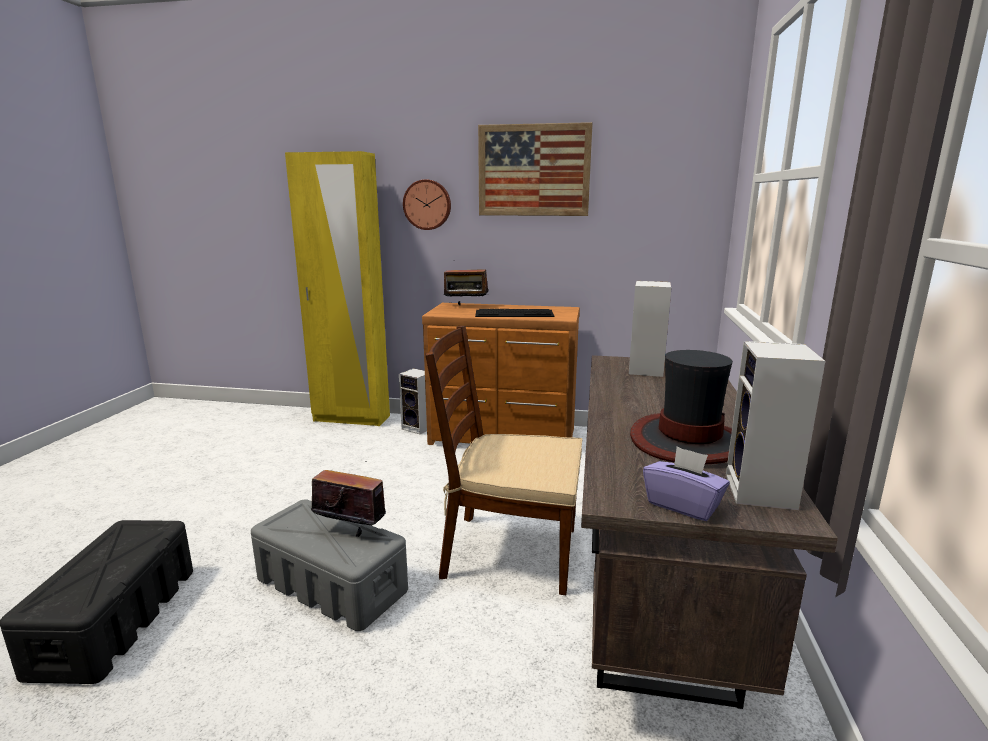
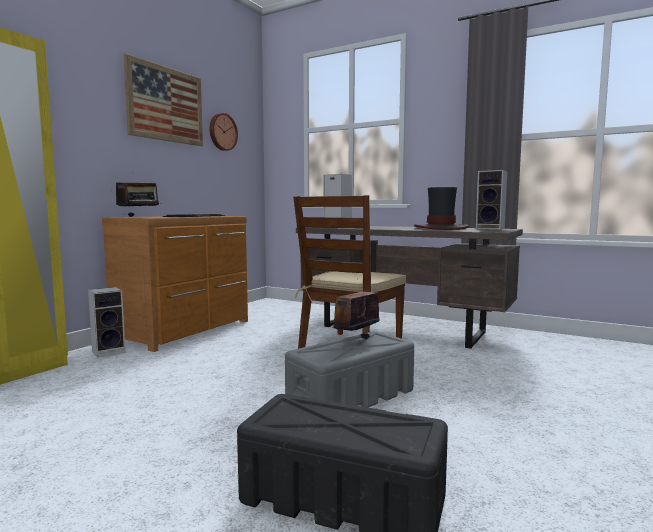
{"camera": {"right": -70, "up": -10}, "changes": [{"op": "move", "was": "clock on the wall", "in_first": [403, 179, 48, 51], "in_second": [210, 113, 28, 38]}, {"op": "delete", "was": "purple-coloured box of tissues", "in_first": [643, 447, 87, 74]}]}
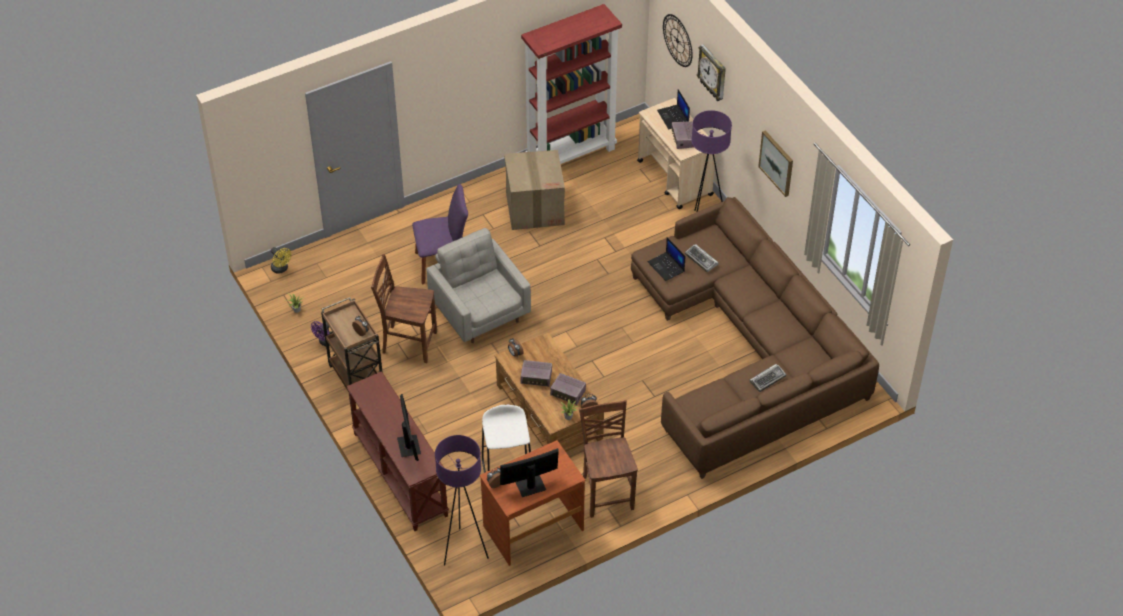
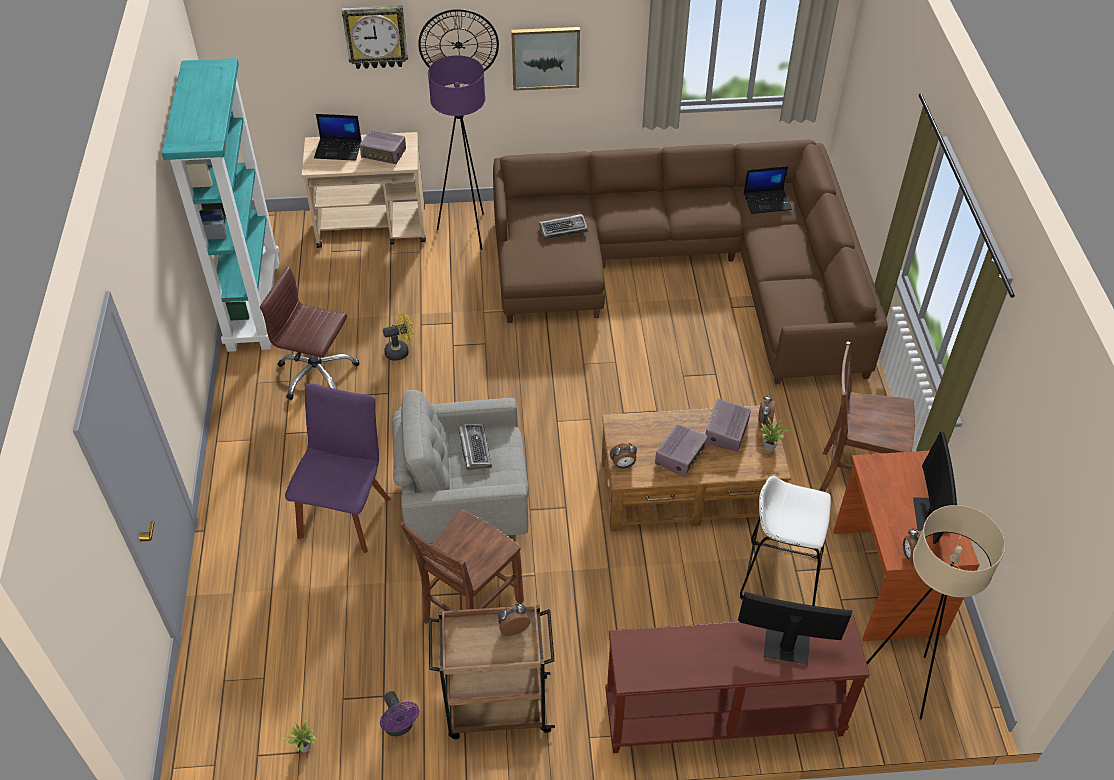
{"camera": {"right": -65, "up": 0}, "changes": [{"op": "recolor", "was": "red bookshelf", "now": "turquoise bookshelf", "in_first": [521, 4, 101, 160], "in_second": [162, 58, 117, 294]}, {"op": "move", "was": "clock on the wall", "in_first": [663, 14, 30, 53], "in_second": [418, 9, 81, 62]}, {"op": "replace", "was": "cardboard box", "now": "brownish office chair", "in_first": [504, 150, 61, 80], "in_second": [260, 266, 99, 134]}, {"op": "move", "was": "laptop", "in_first": [648, 237, 37, 44], "in_second": [744, 166, 48, 48]}, {"op": "move", "was": "yellow-coloured cooling fan", "in_first": [271, 247, 21, 27], "in_second": [383, 313, 31, 48]}, {"op": "move", "was": "computer keyboard", "in_first": [749, 364, 37, 28], "in_second": [458, 424, 34, 46]}, {"op": "rotate", "was": "radio receiver", "in_first": [550, 373, 36, 32], "in_second": [706, 399, 45, 53], "clockwise": 150}, {"op": "recolor", "was": "purple-coloured floor lamp", "now": "beige floor lamp", "in_first": [435, 435, 54, 131], "in_second": [866, 505, 139, 214]}]}
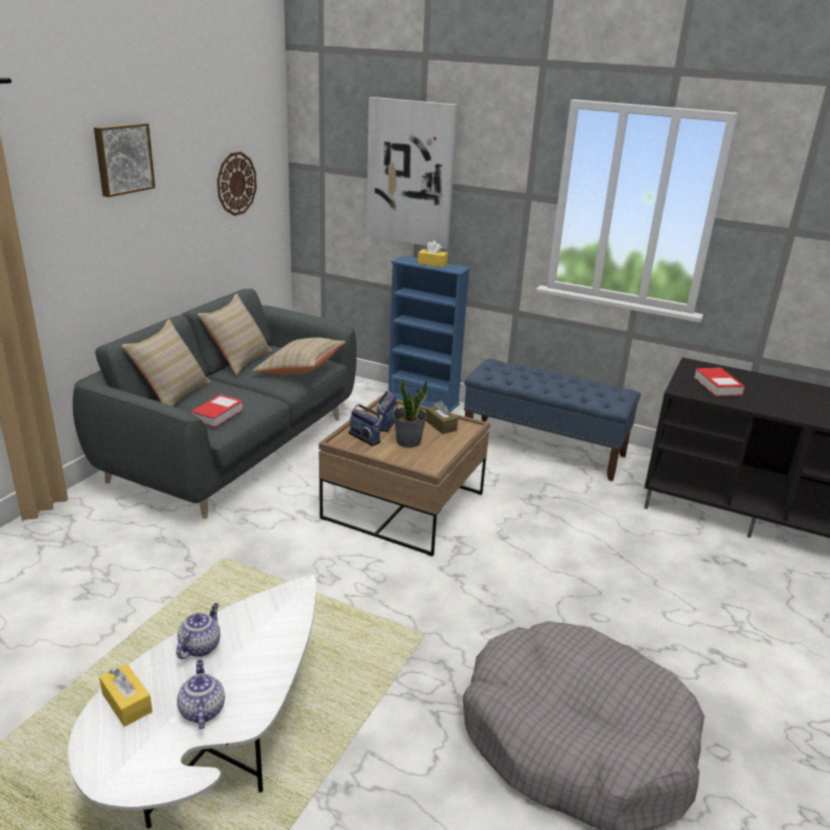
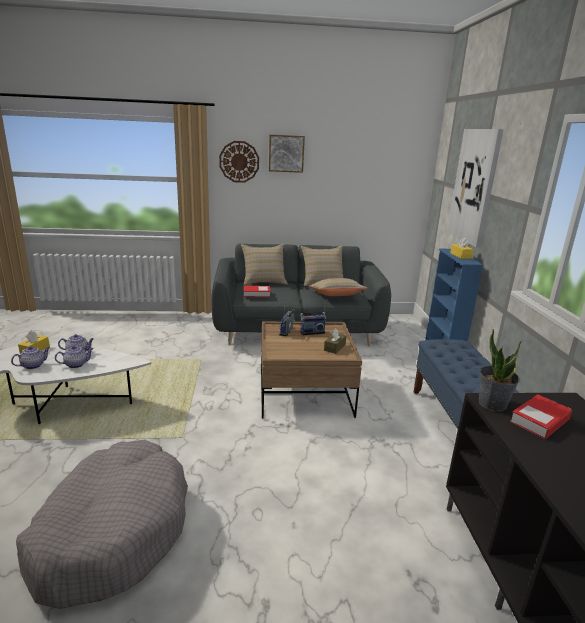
{"camera": {"right": 60, "up": -5}, "changes": [{"op": "move", "was": "clock on the wall", "in_first": [217, 152, 40, 64], "in_second": [219, 141, 40, 42]}, {"op": "move", "was": "houseplant", "in_first": [393, 378, 35, 70], "in_second": [478, 329, 43, 83]}, {"op": "insert", "now": "tea pot", "in_second": [55, 346, 39, 22]}]}
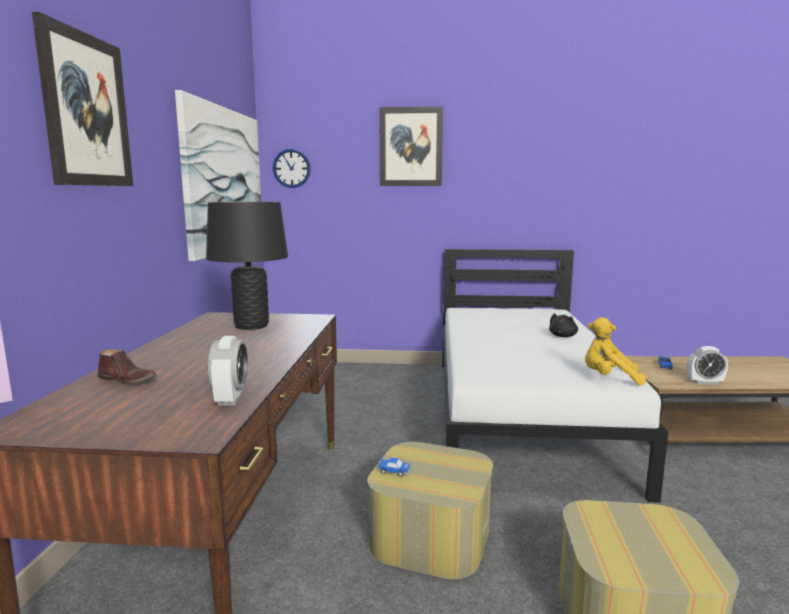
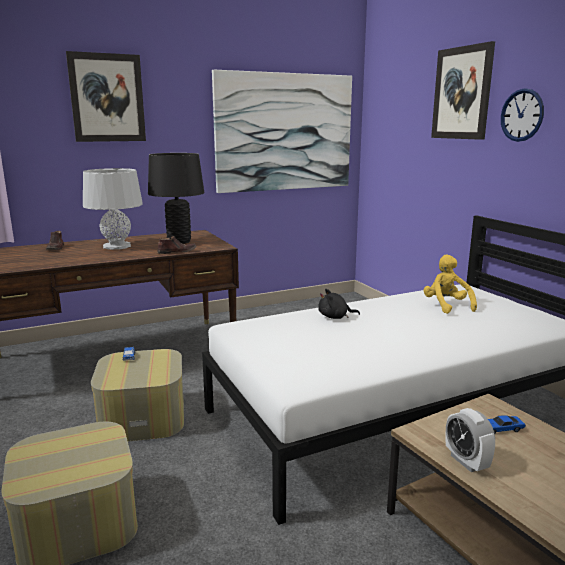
{"camera": {"right": 60, "up": 5}, "changes": [{"op": "move", "was": "clock on the wall", "in_first": [273, 149, 38, 39], "in_second": [501, 88, 43, 54]}, {"op": "move", "was": "black-coloured plush toy", "in_first": [549, 314, 29, 23], "in_second": [318, 289, 42, 30]}, {"op": "move", "was": "yellow-coloured plush toy", "in_first": [585, 317, 61, 68], "in_second": [424, 254, 53, 60]}, {"op": "delete", "was": "bedside clock", "in_first": [208, 336, 40, 70]}, {"op": "insert", "now": "gray table lamp", "in_second": [83, 168, 60, 82]}, {"op": "insert", "now": "brownish shoe", "in_second": [158, 236, 39, 18]}]}
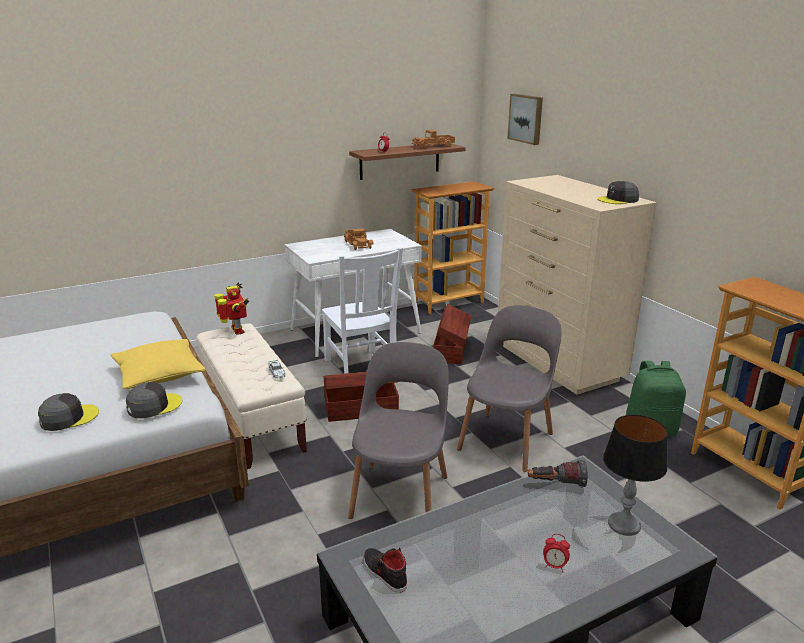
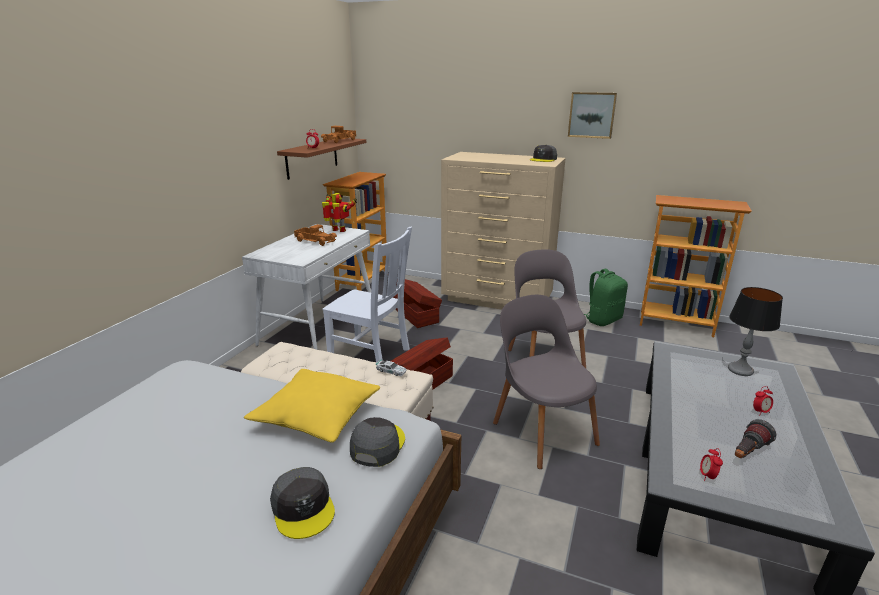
{"camera": {"right": -40, "up": 0}, "changes": [{"op": "move", "was": "wall picture", "in_first": [507, 94, 36, 51], "in_second": [568, 92, 49, 47]}, {"op": "move", "was": "toy robot", "in_first": [214, 282, 35, 53], "in_second": [322, 193, 35, 39]}, {"op": "rotate", "was": "gray peaked cap", "in_first": [38, 393, 61, 38], "in_second": [270, 467, 65, 72], "clockwise": 135}, {"op": "move", "was": "torch", "in_first": [528, 460, 60, 28], "in_second": [735, 419, 41, 39]}, {"op": "replace", "was": "black-coloured shoe", "now": "bedside clock", "in_first": [363, 548, 44, 44], "in_second": [700, 448, 23, 33]}]}
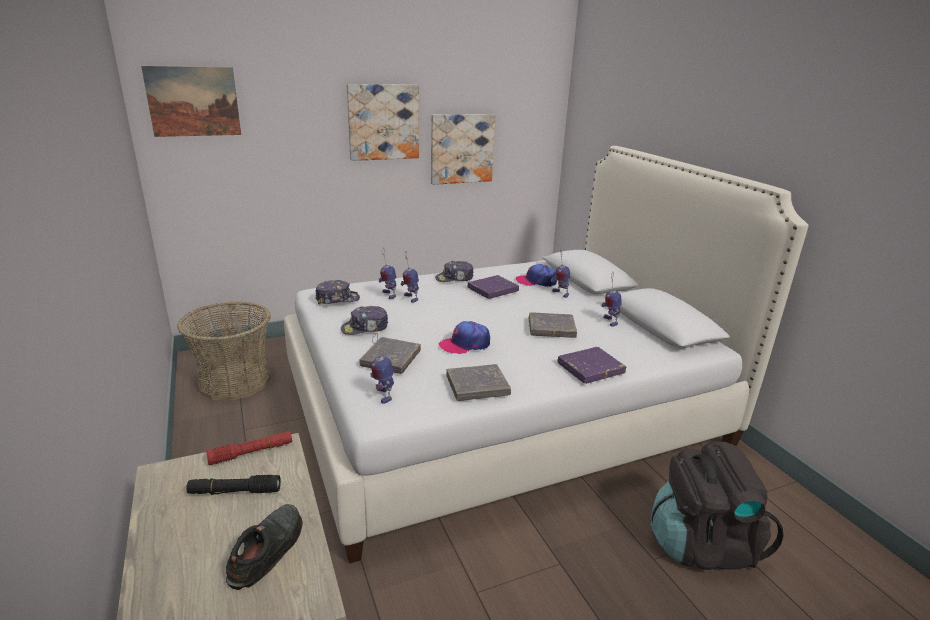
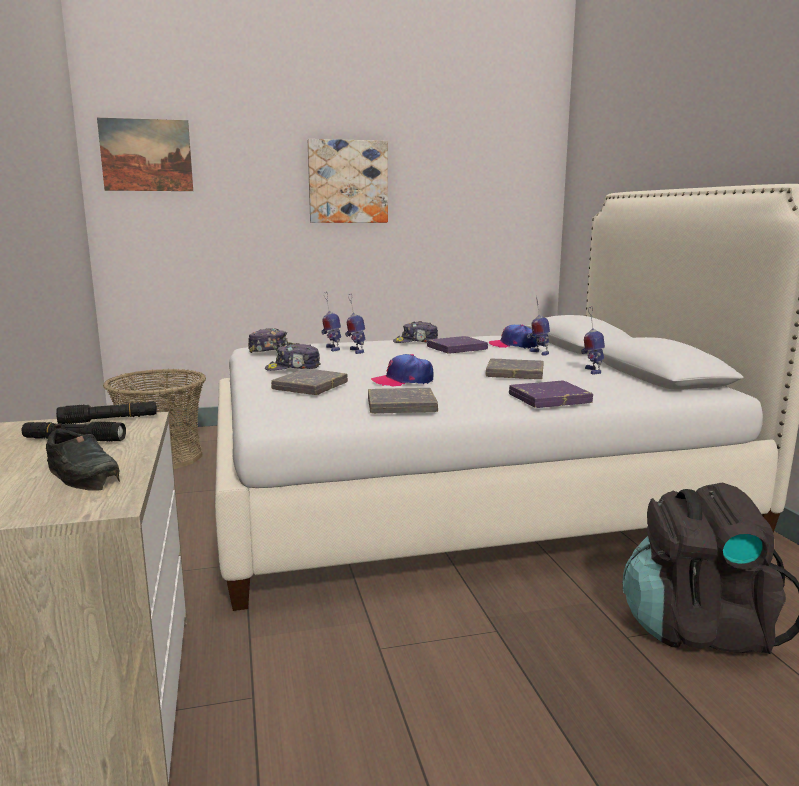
{"camera": {"right": 10, "up": -10}, "changes": [{"op": "delete", "was": "wall picture", "in_first": [431, 114, 64, 71]}, {"op": "delete", "was": "toy robot", "in_first": [370, 333, 24, 71]}, {"op": "recolor", "was": "red torch", "now": "black-coloured torch", "in_first": [206, 431, 86, 34], "in_second": [56, 401, 101, 23]}, {"op": "rotate", "was": "black-coloured shoe", "in_first": [226, 504, 77, 86], "in_second": [46, 424, 74, 67], "clockwise": 105}]}
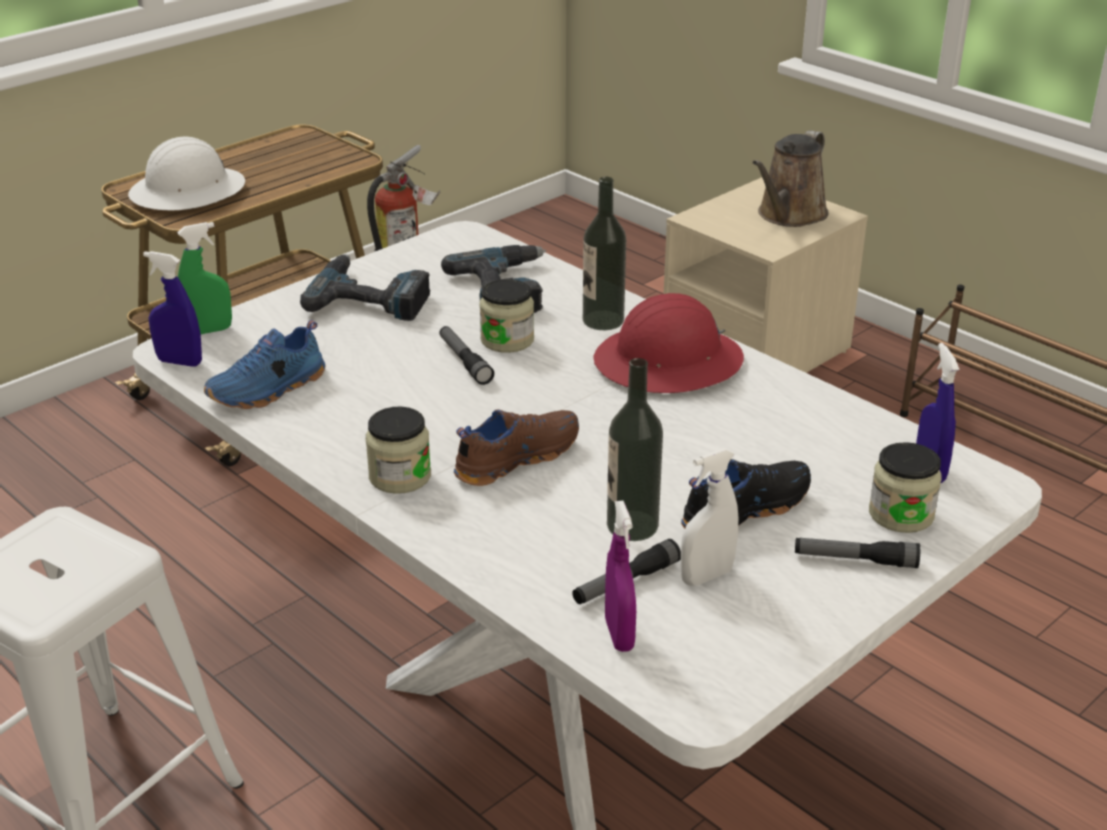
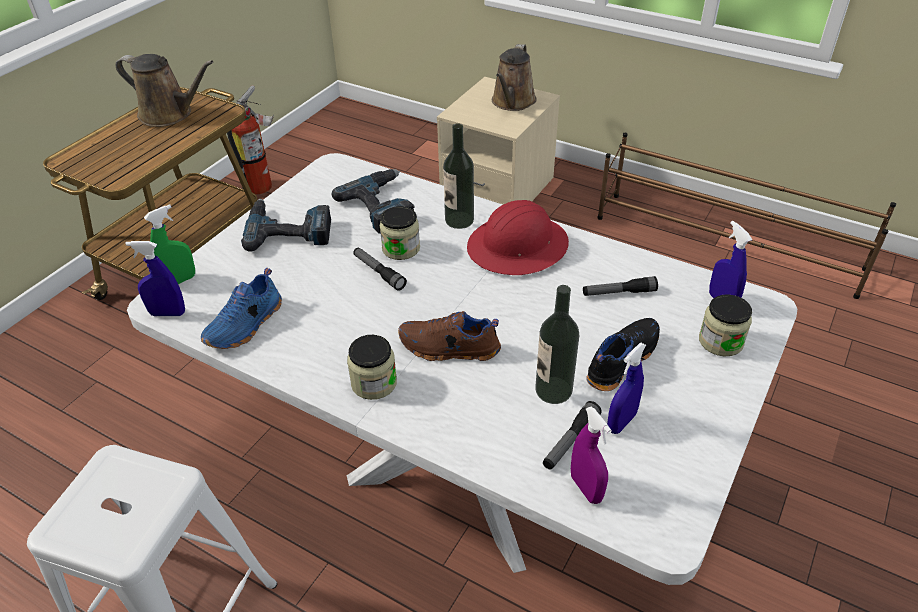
{"camera": {"right": -15, "up": 10}, "changes": [{"op": "delete", "was": "white-coloured safety helmet", "in_first": [128, 137, 117, 73]}, {"op": "rotate", "was": "brownish shoe", "in_first": [454, 409, 125, 77], "in_second": [398, 311, 103, 50], "clockwise": -120}, {"op": "recolor", "was": "white-coloured spray bottle", "now": "blue-coloured spray bottle", "in_first": [680, 448, 58, 138], "in_second": [607, 343, 39, 91]}, {"op": "move", "was": "torch", "in_first": [795, 538, 125, 30], "in_second": [583, 276, 75, 20]}, {"op": "insert", "now": "brownish watering pot", "in_second": [115, 54, 98, 73]}]}
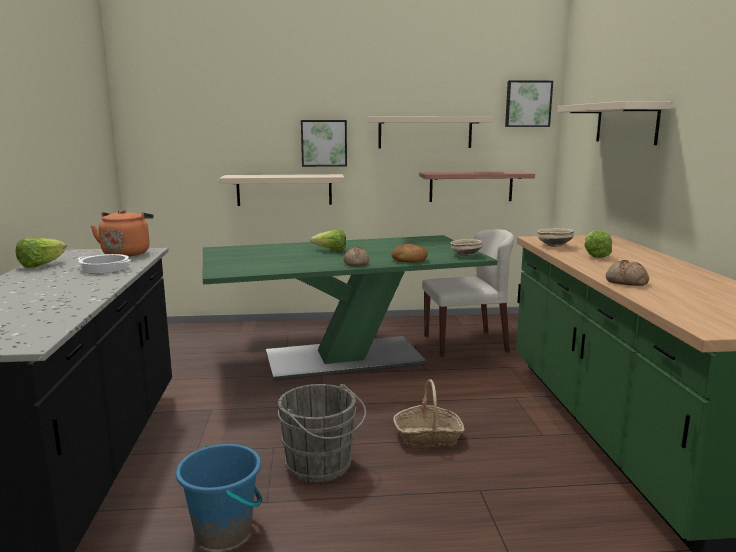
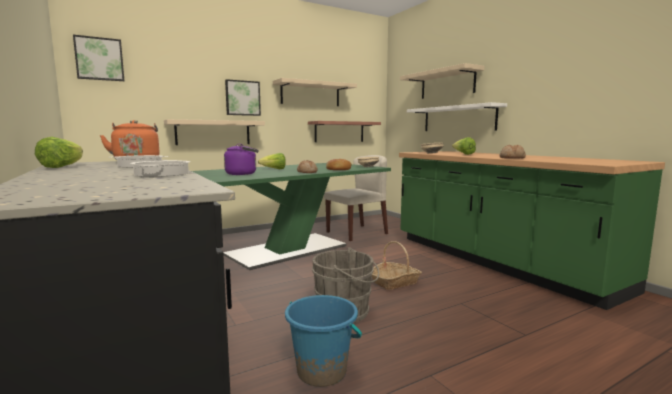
{"camera": {"right": -25, "up": -5}, "changes": [{"op": "move", "was": "wall picture", "in_first": [505, 80, 48, 47], "in_second": [73, 35, 51, 46]}, {"op": "insert", "now": "white-coloured bracket shelf", "in_second": [407, 102, 100, 29]}, {"op": "insert", "now": "purple-coloured kettle", "in_second": [224, 144, 35, 31]}, {"op": "insert", "now": "stockpot", "in_second": [130, 160, 60, 17]}]}
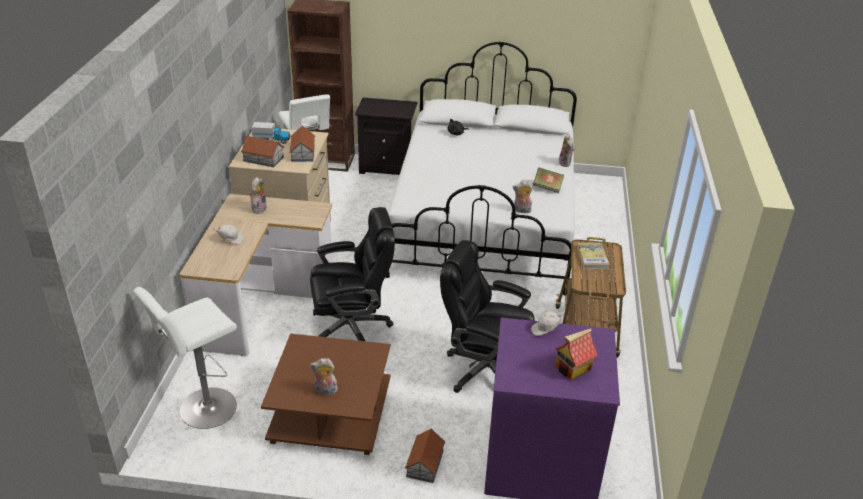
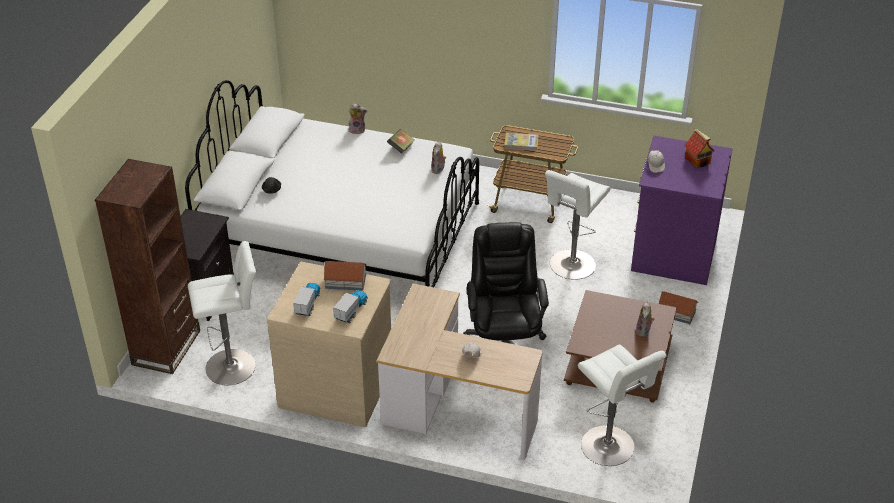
{"camera": {"right": -80, "up": 5}, "changes": [{"op": "replace", "was": "model house", "now": "toy truck", "in_first": [241, 136, 44, 31], "in_second": [333, 290, 35, 33]}, {"op": "delete", "was": "plush toy", "in_first": [249, 177, 18, 37]}, {"op": "replace", "was": "black-coloured office chair", "now": "white-coloured stool", "in_first": [440, 240, 95, 153], "in_second": [545, 170, 65, 110]}]}
